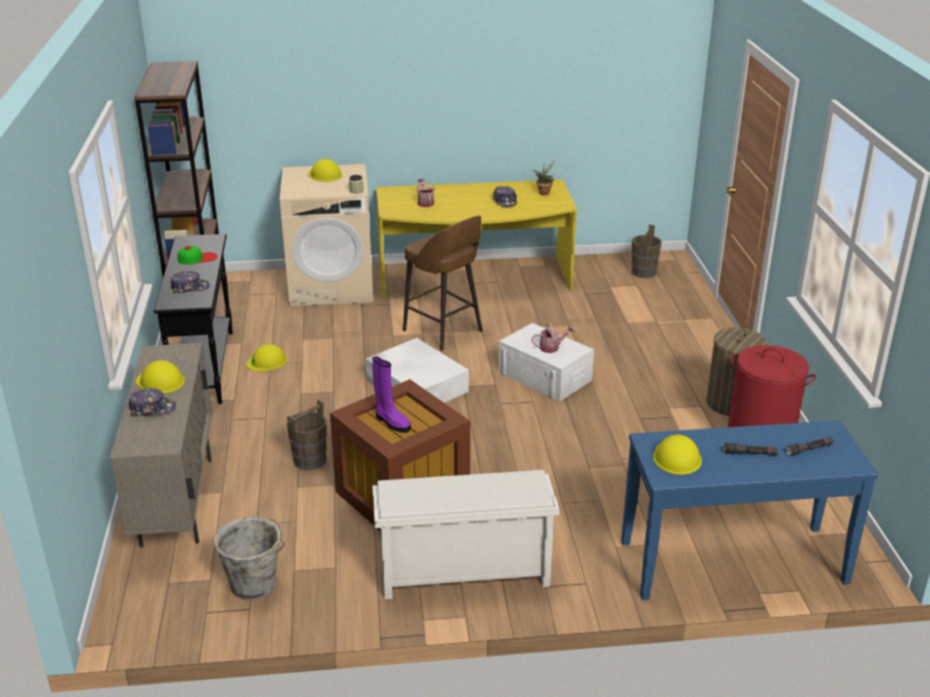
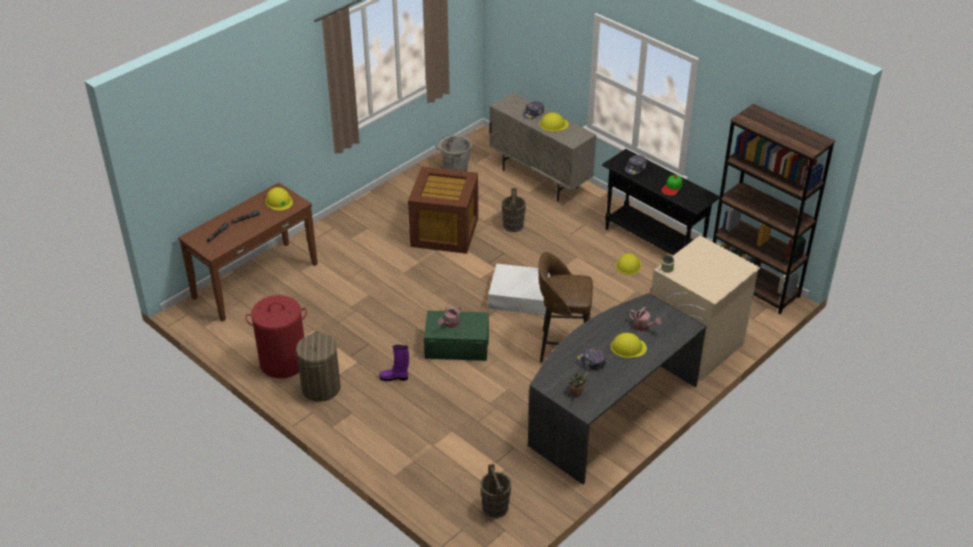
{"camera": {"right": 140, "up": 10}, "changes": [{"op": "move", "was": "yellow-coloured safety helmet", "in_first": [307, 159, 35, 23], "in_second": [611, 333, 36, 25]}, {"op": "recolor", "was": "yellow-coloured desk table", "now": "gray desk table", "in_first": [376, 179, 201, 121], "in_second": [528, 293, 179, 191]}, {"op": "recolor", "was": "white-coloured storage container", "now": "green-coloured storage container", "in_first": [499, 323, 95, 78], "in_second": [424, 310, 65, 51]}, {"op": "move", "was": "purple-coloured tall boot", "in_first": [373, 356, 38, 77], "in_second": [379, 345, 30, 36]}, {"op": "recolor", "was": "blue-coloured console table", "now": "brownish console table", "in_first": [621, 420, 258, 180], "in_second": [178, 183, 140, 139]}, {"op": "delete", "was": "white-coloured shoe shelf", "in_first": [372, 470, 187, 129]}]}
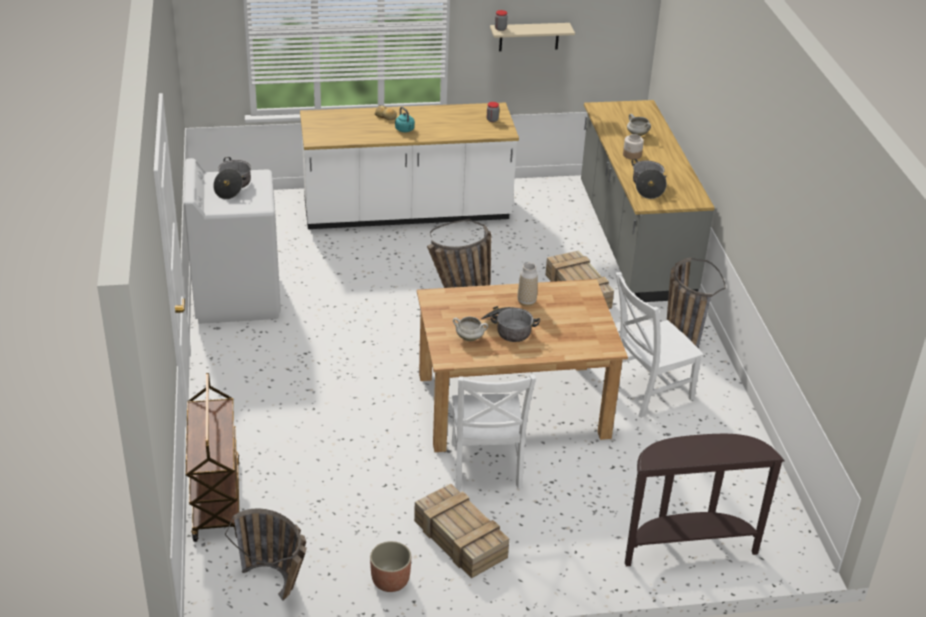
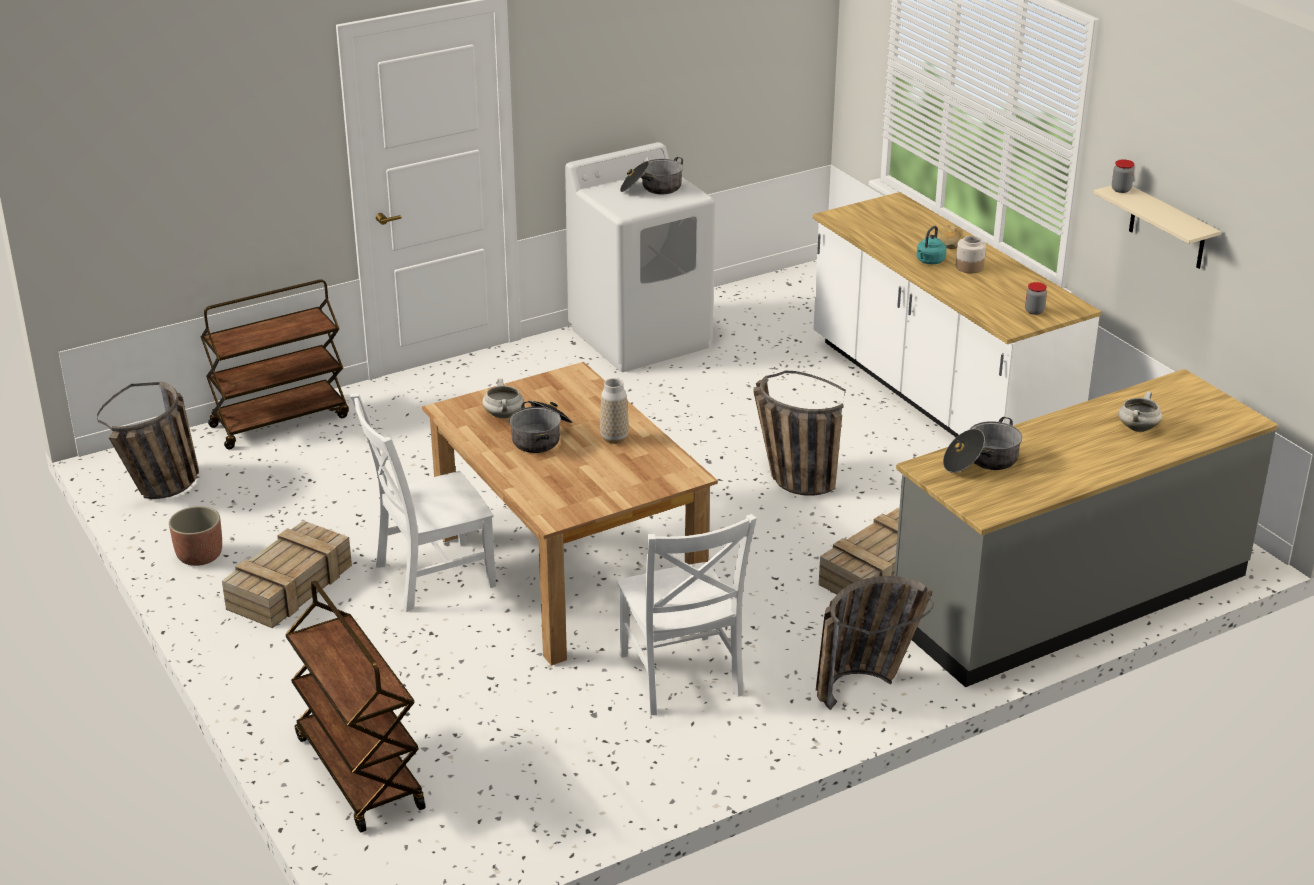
{"camera": {"right": 70, "up": -5}, "changes": [{"op": "move", "was": "jar", "in_first": [623, 134, 21, 26], "in_second": [956, 236, 30, 37]}, {"op": "rotate", "was": "white-coloured plain chair", "in_first": [616, 272, 87, 146], "in_second": [616, 514, 141, 201], "clockwise": -150}, {"op": "replace", "was": "brownish console table", "now": "brownish cart", "in_first": [625, 434, 160, 132], "in_second": [285, 580, 141, 252]}]}
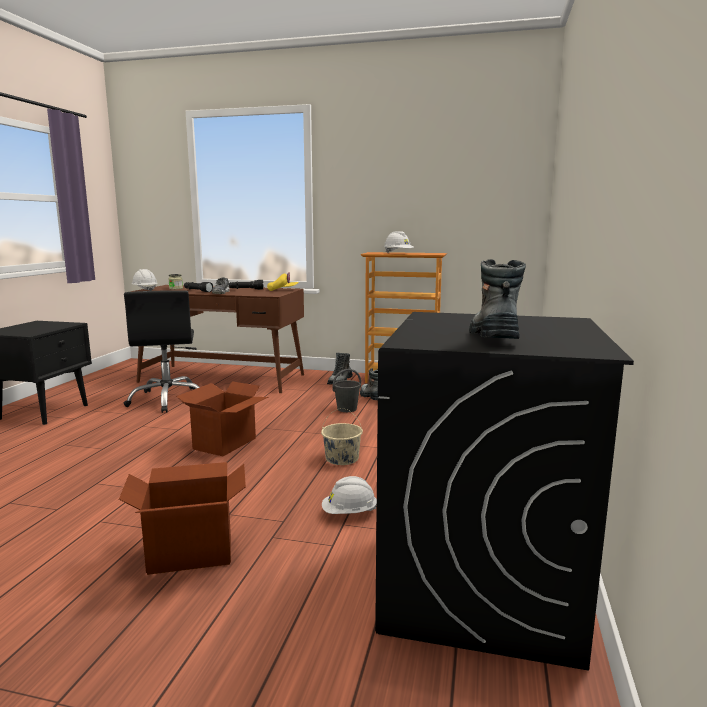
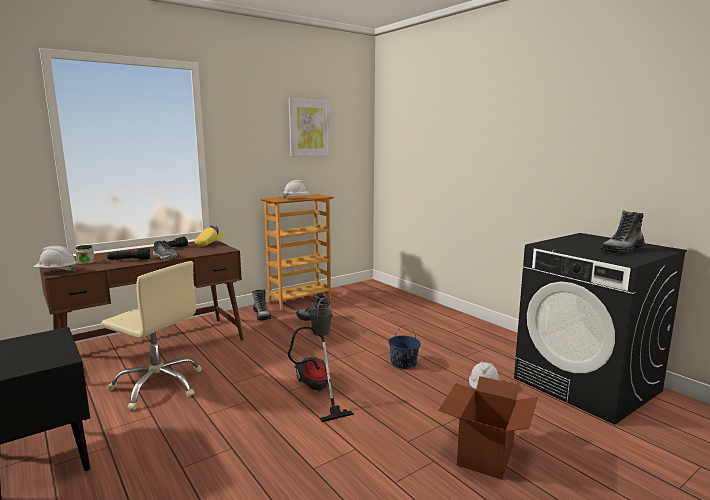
{"camera": {"right": -50, "up": 0}, "changes": [{"op": "rotate", "was": "tall boot", "in_first": [469, 259, 57, 80], "in_second": [600, 211, 45, 43], "clockwise": -75}, {"op": "recolor", "was": "black-coloured office chair", "now": "beige office chair", "in_first": [123, 290, 77, 123], "in_second": [101, 261, 101, 149]}, {"op": "replace", "was": "cardboard box", "now": "vacuum cleaner", "in_first": [176, 382, 93, 74], "in_second": [288, 326, 66, 96]}, {"op": "recolor", "was": "beige bucket", "now": "blue-coloured bucket", "in_first": [321, 408, 42, 57], "in_second": [388, 325, 33, 44]}, {"op": "insert", "now": "wall picture", "in_second": [288, 98, 42, 59]}]}
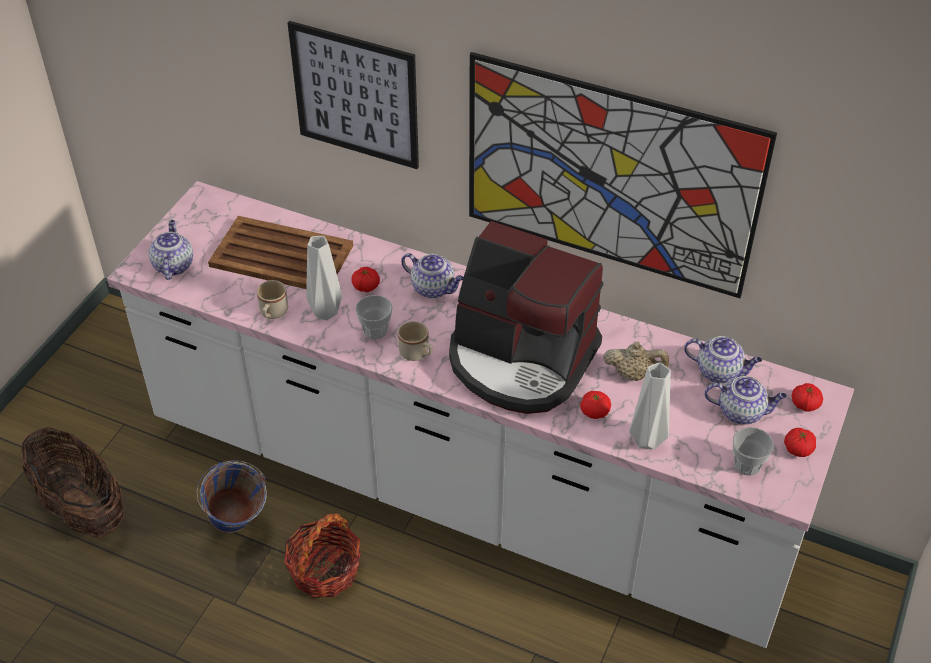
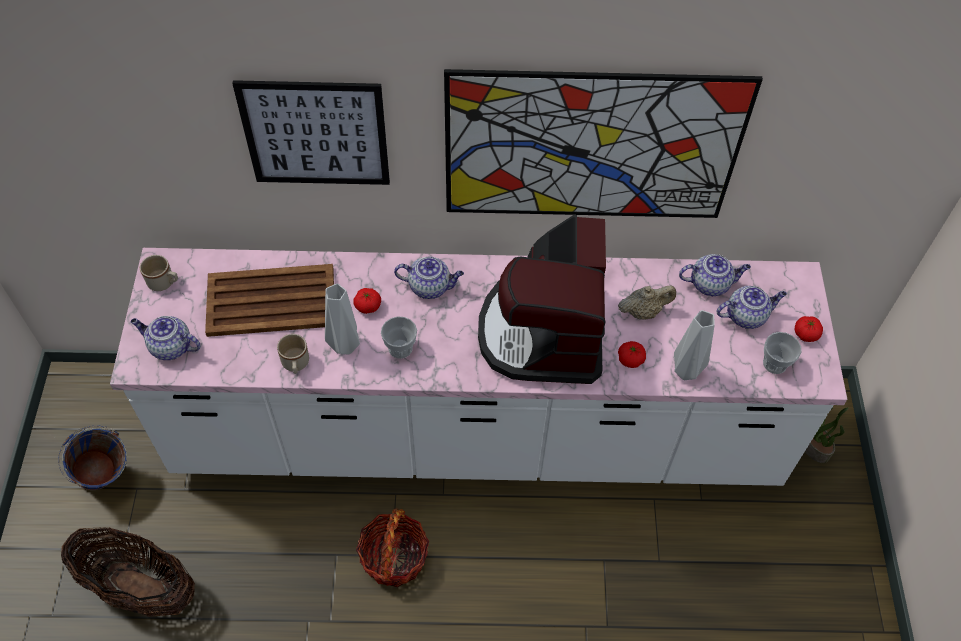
{"camera": {"right": -25, "up": 10}, "changes": [{"op": "rotate", "was": "tea pot", "in_first": [149, 220, 44, 60], "in_second": [130, 316, 70, 44], "clockwise": -45}, {"op": "rotate", "was": "coffee machine", "in_first": [449, 221, 154, 193], "in_second": [478, 215, 128, 169], "clockwise": 90}, {"op": "move", "was": "beige mug", "in_first": [398, 321, 35, 40], "in_second": [140, 255, 38, 36]}, {"op": "delete", "was": "fresh tomato", "in_first": [792, 383, 31, 29]}, {"op": "move", "was": "blue-coloured bucket", "in_first": [196, 460, 71, 73], "in_second": [58, 426, 69, 64]}, {"op": "insert", "now": "houseplant", "in_second": [805, 407, 44, 56]}]}
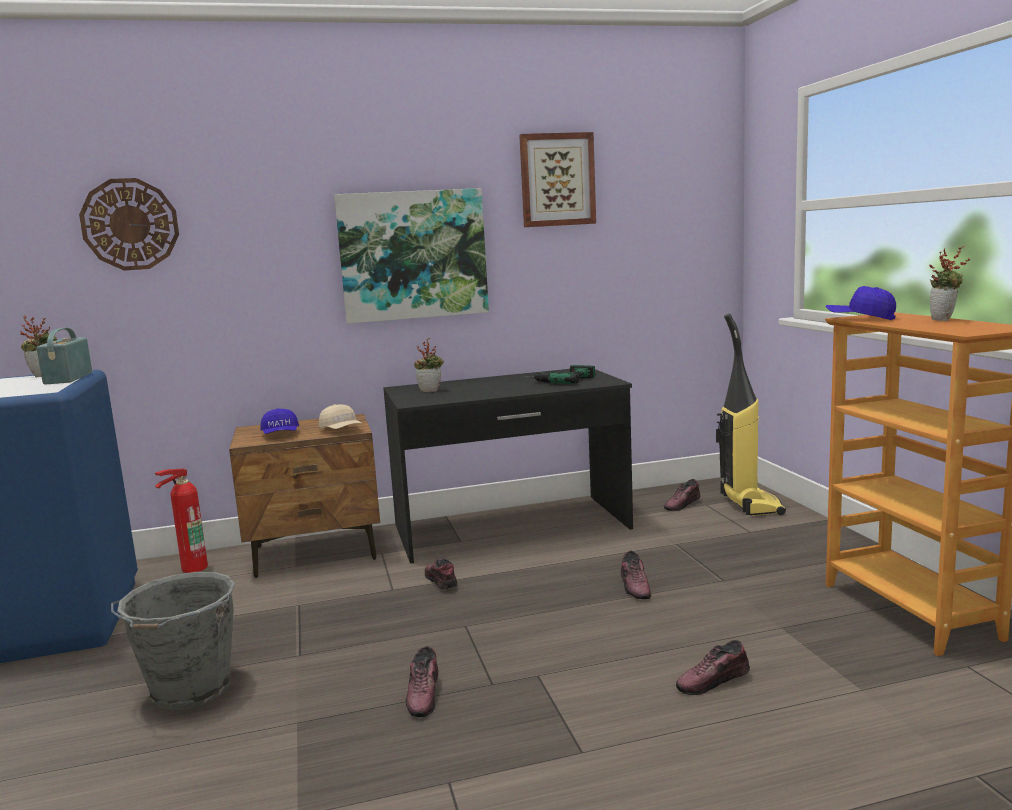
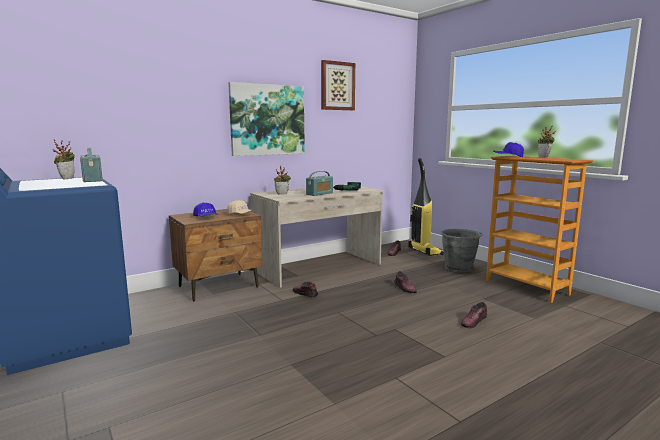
{"camera": {"right": -20, "up": 0}, "changes": [{"op": "delete", "was": "clock on the wall", "in_first": [79, 178, 100, 93]}, {"op": "recolor", "was": "black-coloured desk table", "now": "beige desk table", "in_first": [383, 369, 250, 195], "in_second": [250, 184, 134, 104]}, {"op": "delete", "was": "extinguisher", "in_first": [155, 469, 53, 104]}, {"op": "move", "was": "gray bucket", "in_first": [111, 572, 124, 139], "in_second": [441, 229, 42, 44]}, {"op": "delete", "was": "shoe", "in_first": [406, 646, 32, 71]}, {"op": "insert", "now": "radio receiver", "in_second": [306, 171, 27, 25]}]}
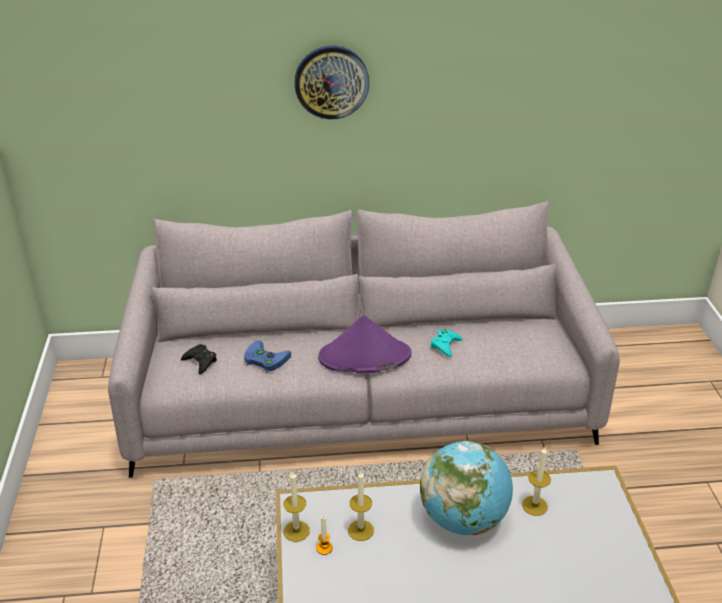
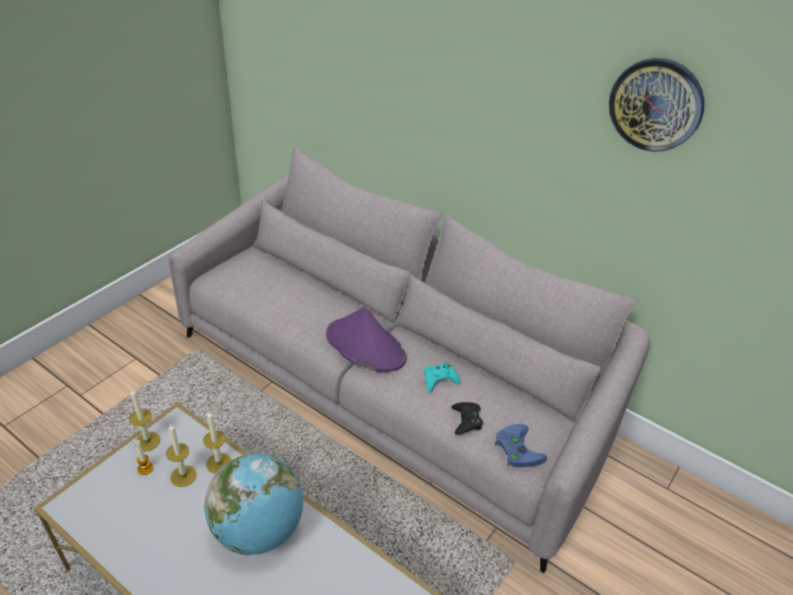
{"camera": {"right": 40, "up": 5}, "changes": [{"op": "move", "was": "clock on the wall", "in_first": [294, 46, 75, 73], "in_second": [609, 58, 95, 94]}, {"op": "move", "was": "blue-coloured gamepad", "in_first": [244, 341, 47, 32], "in_second": [495, 424, 52, 43]}, {"op": "move", "was": "black-coloured gamepad", "in_first": [181, 344, 36, 30], "in_second": [451, 402, 32, 33]}, {"op": "move", "was": "wax light", "in_first": [522, 447, 29, 69], "in_second": [203, 411, 28, 63]}]}
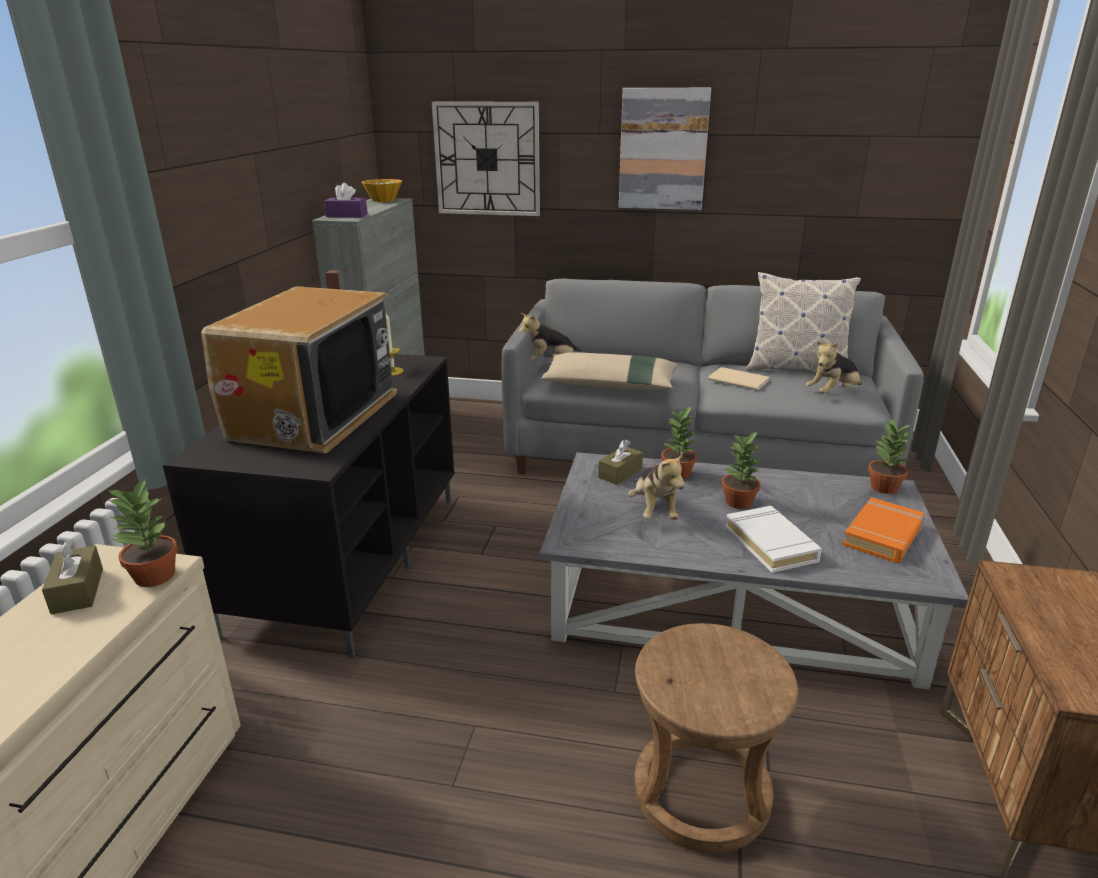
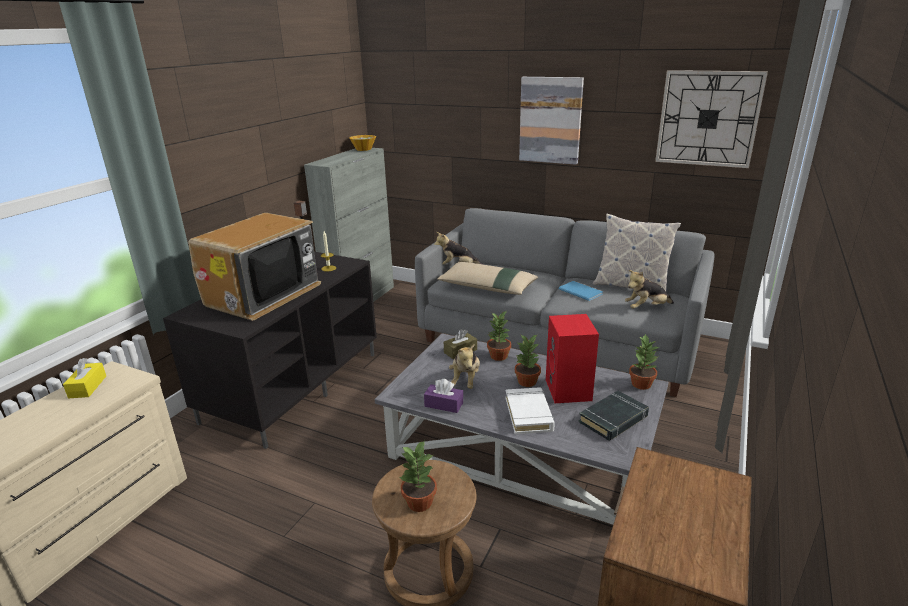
{"camera": {"right": 15, "up": 0}, "changes": [{"op": "move", "was": "clock on the wall", "in_first": [432, 102, 108, 114], "in_second": [655, 70, 113, 98]}, {"op": "move", "was": "purple-coloured box of tissues", "in_first": [324, 183, 44, 35], "in_second": [424, 379, 39, 34]}, {"op": "recolor", "was": "beige book", "now": "blue-coloured book", "in_first": [708, 367, 61, 23], "in_second": [559, 281, 44, 20]}, {"op": "move", "was": "houseplant", "in_first": [107, 478, 71, 109], "in_second": [398, 440, 39, 72]}, {"op": "recolor", "was": "orangey book", "now": "black-coloured book", "in_first": [843, 497, 82, 66], "in_second": [579, 391, 70, 50]}, {"op": "recolor", "was": "brownish box of tissues", "now": "yellow-coloured box of tissues", "in_first": [42, 539, 61, 75], "in_second": [63, 358, 43, 40]}, {"op": "insert", "now": "red speaker", "in_second": [546, 314, 53, 89]}]}
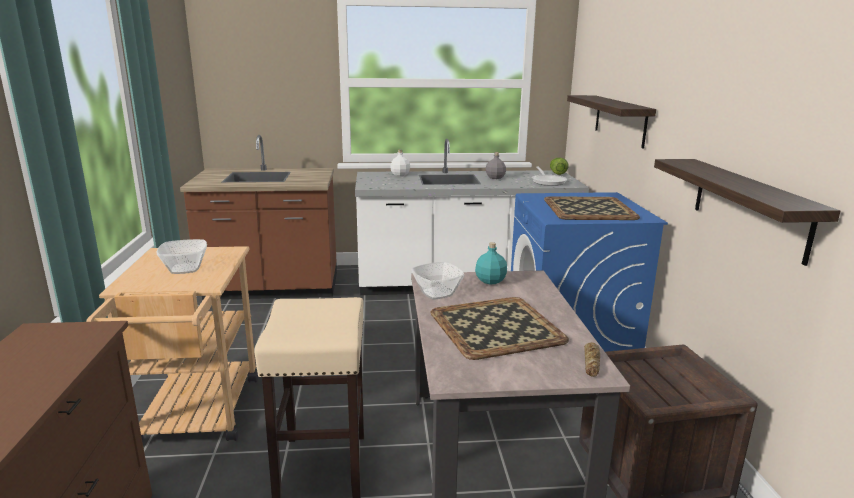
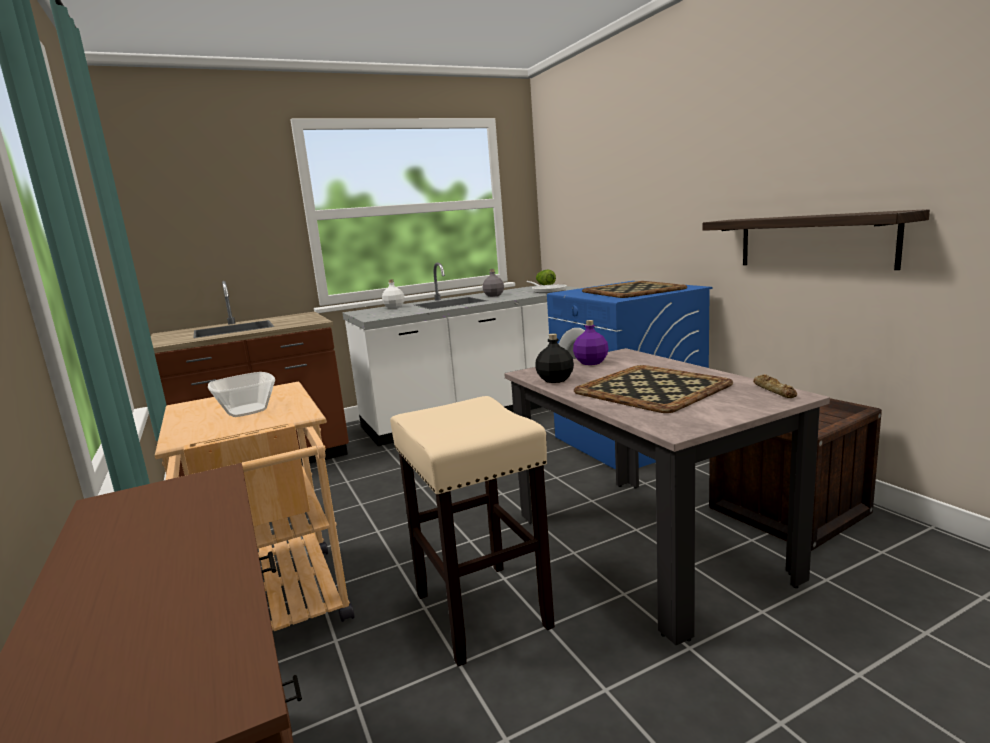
{"camera": {"right": -20, "up": -5}, "changes": [{"op": "delete", "was": "bracket shelf", "in_first": [567, 95, 89, 53]}, {"op": "recolor", "was": "turquoise drink bottle", "now": "purple-coloured drink bottle", "in_first": [475, 242, 32, 42], "in_second": [573, 320, 35, 45]}, {"op": "replace", "was": "bowl", "now": "black-coloured drink bottle", "in_first": [412, 262, 53, 37], "in_second": [535, 333, 39, 50]}]}
